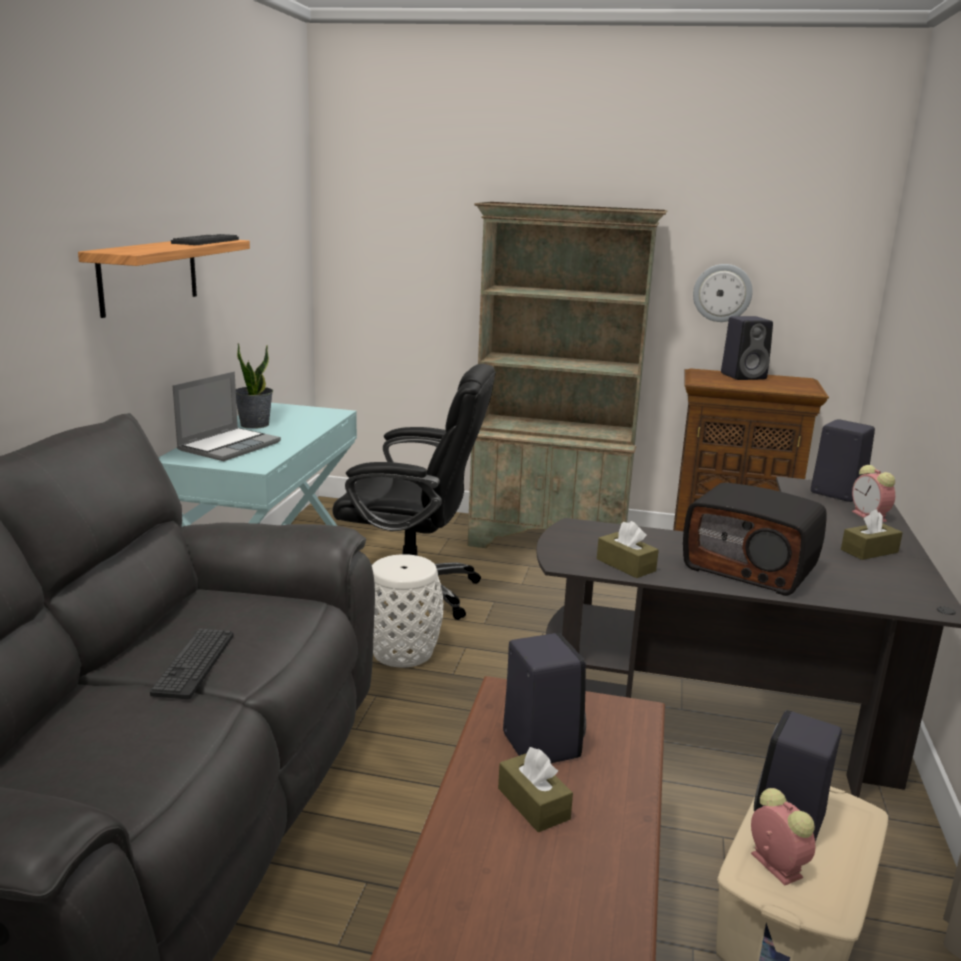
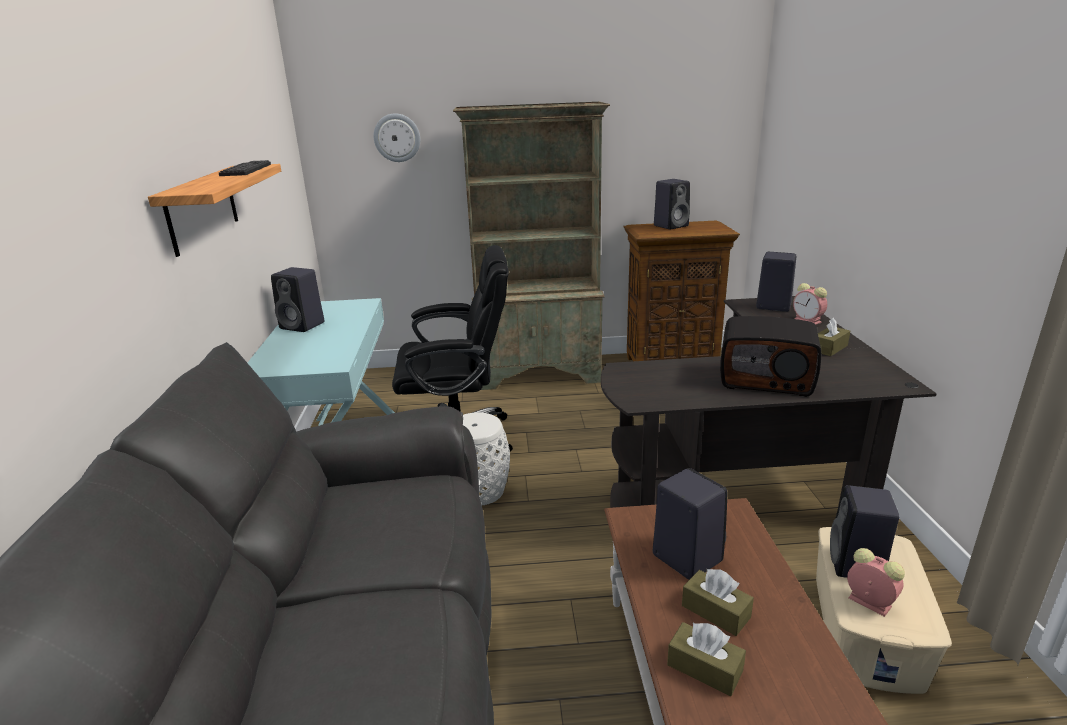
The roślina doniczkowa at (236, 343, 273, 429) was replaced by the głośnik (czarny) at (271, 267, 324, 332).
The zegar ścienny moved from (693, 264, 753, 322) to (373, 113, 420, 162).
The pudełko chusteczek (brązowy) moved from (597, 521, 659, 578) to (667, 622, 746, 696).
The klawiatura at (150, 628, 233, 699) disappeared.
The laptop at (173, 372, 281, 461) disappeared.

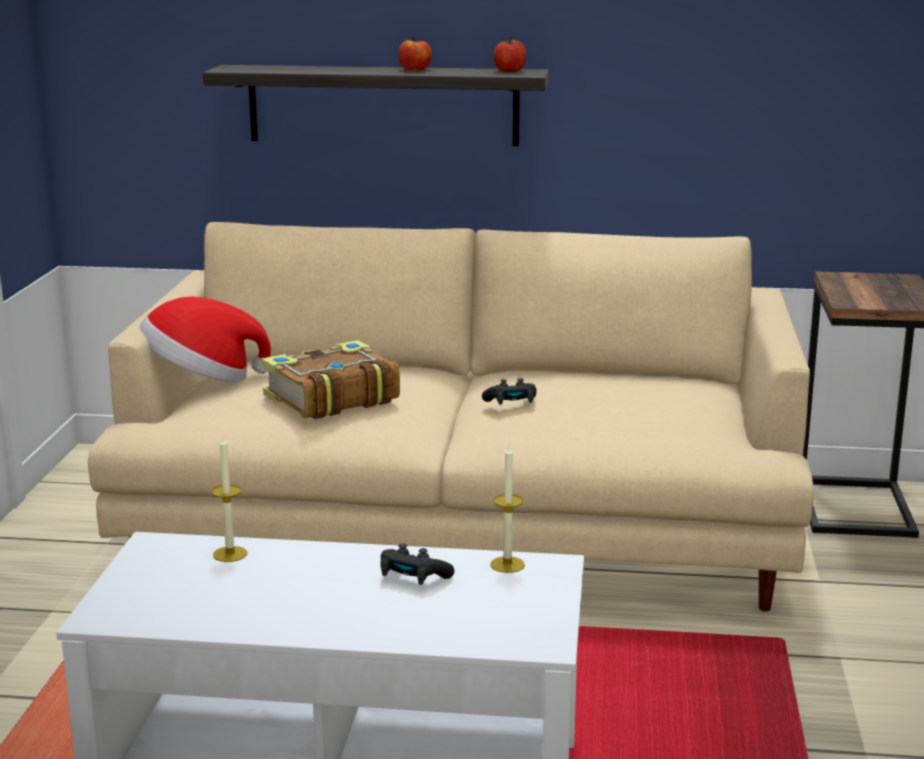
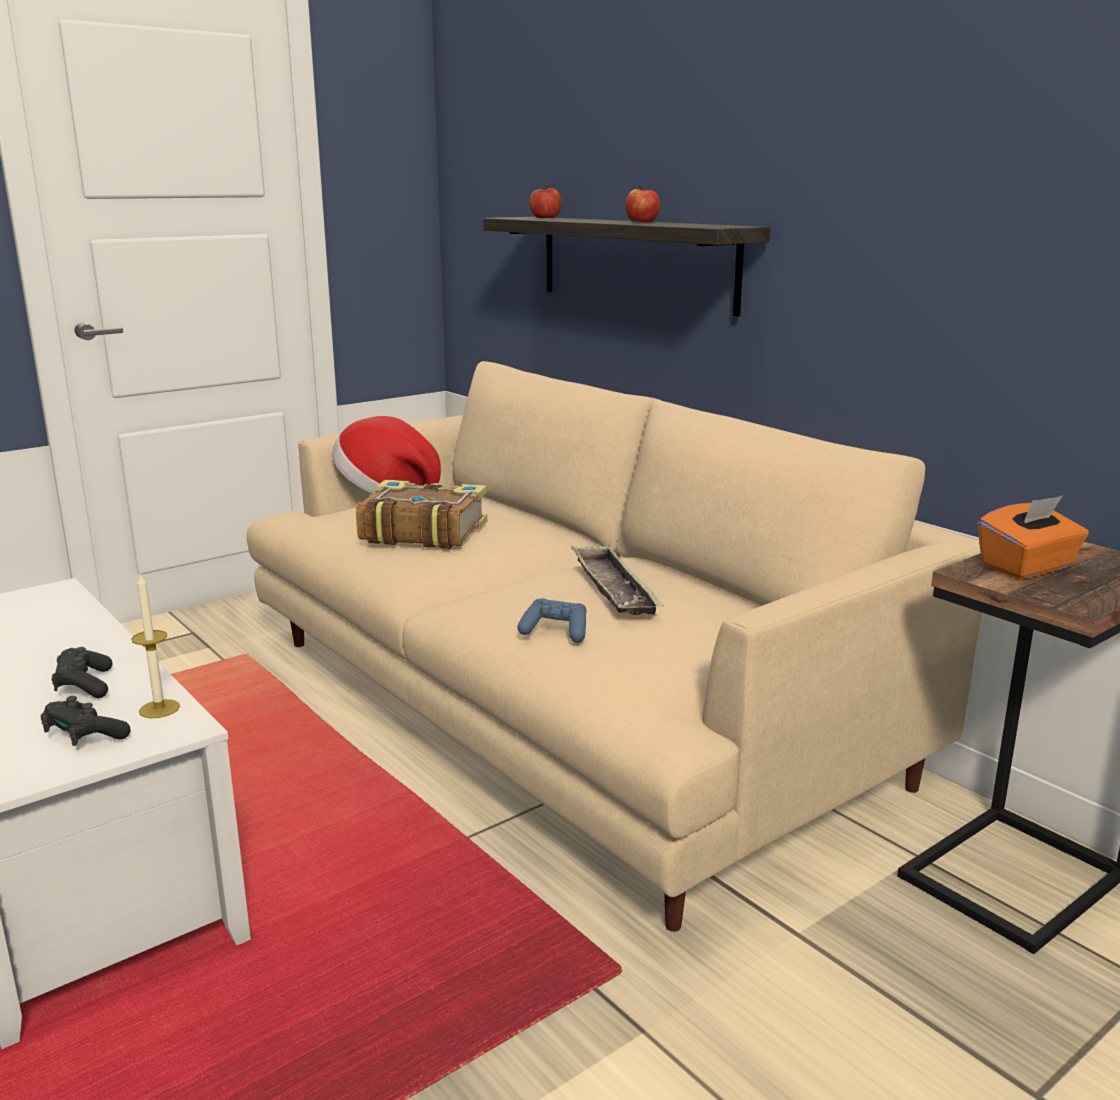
The pad do gier (czarny) moved from (482, 378, 537, 405) to (41, 696, 131, 746).
The pad do gier (niebieski) at (517, 598, 586, 643) appeared.
The jabłko moved from (493, 37, 526, 72) to (529, 185, 562, 218).
The taca at (571, 545, 664, 615) appeared.
The pudełko chusteczek (pomarańczowy) at (978, 496, 1089, 579) appeared.
The świeca at (212, 437, 247, 562) disappeared.

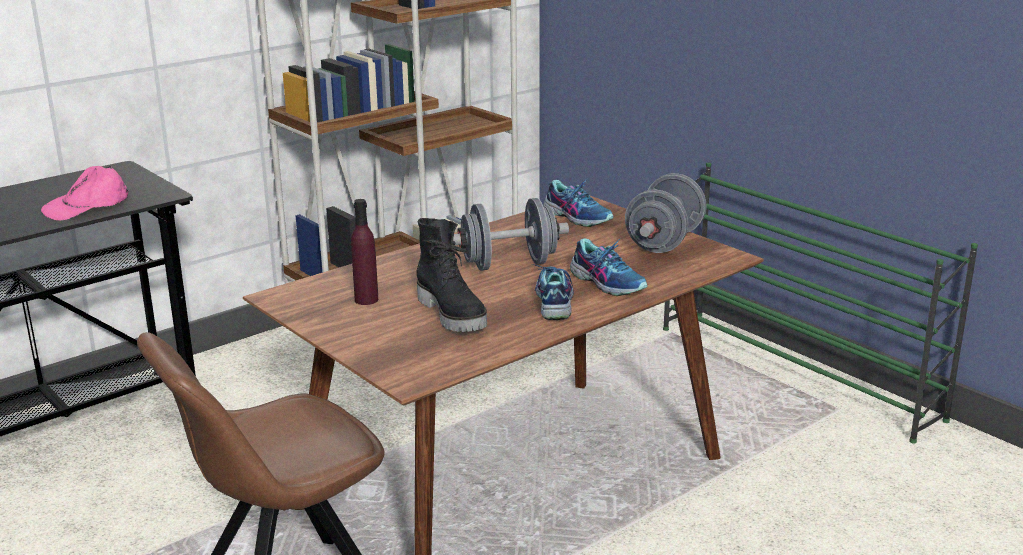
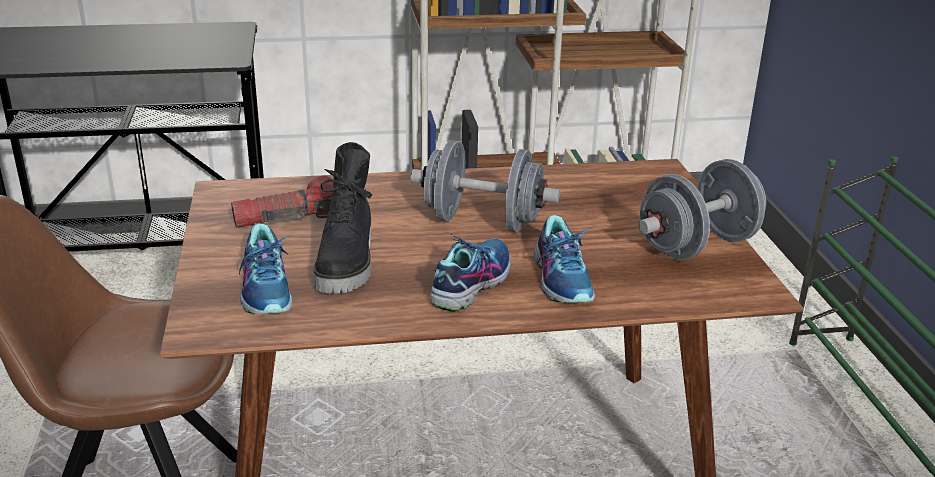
The butelka (fioletowy) at (351, 199, 378, 305) was replaced by the latarka at (231, 176, 333, 228).
The but moved from (544, 178, 613, 227) to (239, 223, 293, 314).
The czapka z daszkiem (różowy) at (41, 166, 128, 221) disappeared.

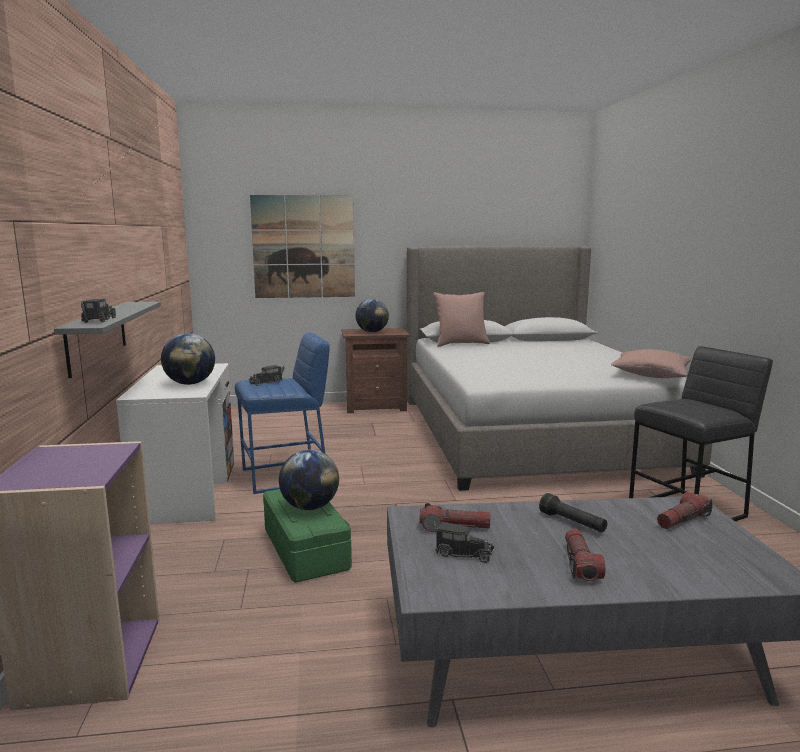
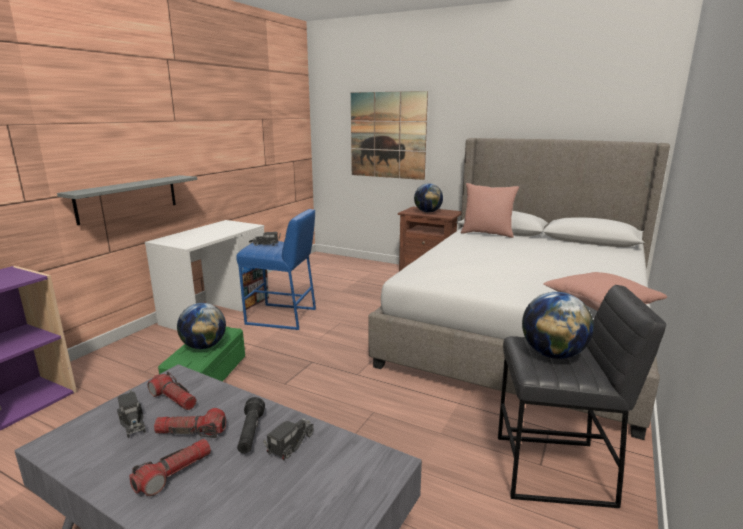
The latarka moved from (657, 492, 713, 529) to (154, 408, 226, 438).
The ciężarówka zabawkowa moved from (81, 299, 116, 323) to (263, 418, 314, 461).
The globus moved from (161, 333, 215, 385) to (522, 292, 594, 359).

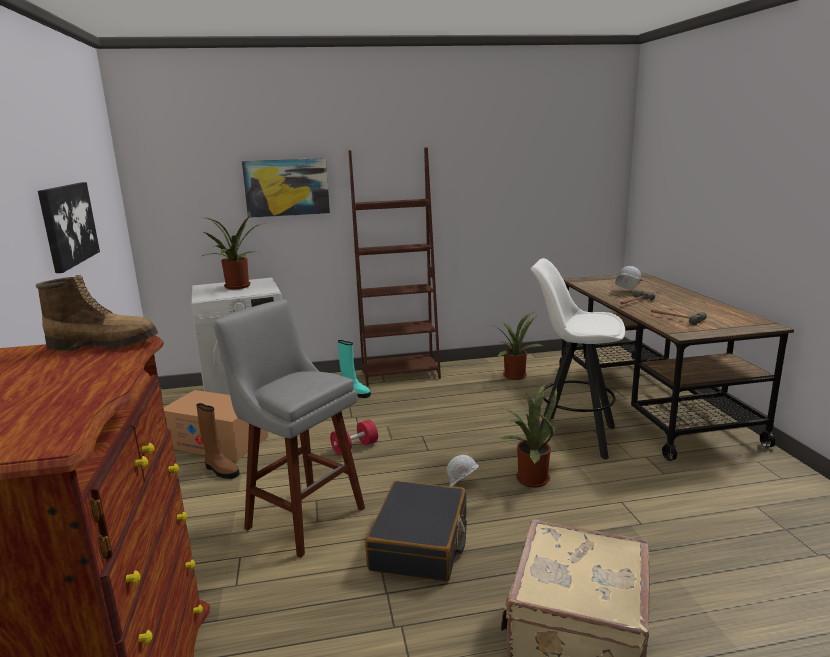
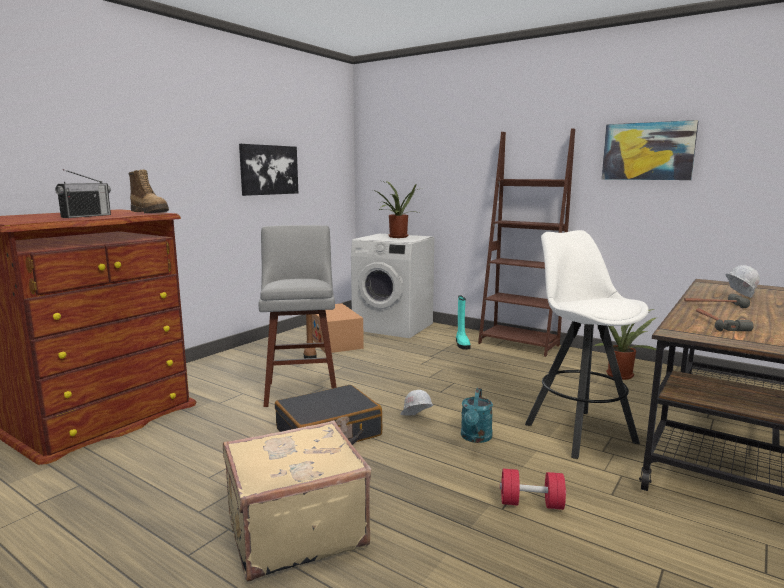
The radio at (55, 169, 111, 218) appeared.
The roślina doniczkowa at (499, 383, 557, 488) was replaced by the konewka (turkusowy) at (461, 388, 493, 443).
The hantel (czerwony) moved from (330, 419, 378, 455) to (500, 469, 566, 510).
The obraz moved from (242, 158, 330, 218) to (602, 120, 699, 180).

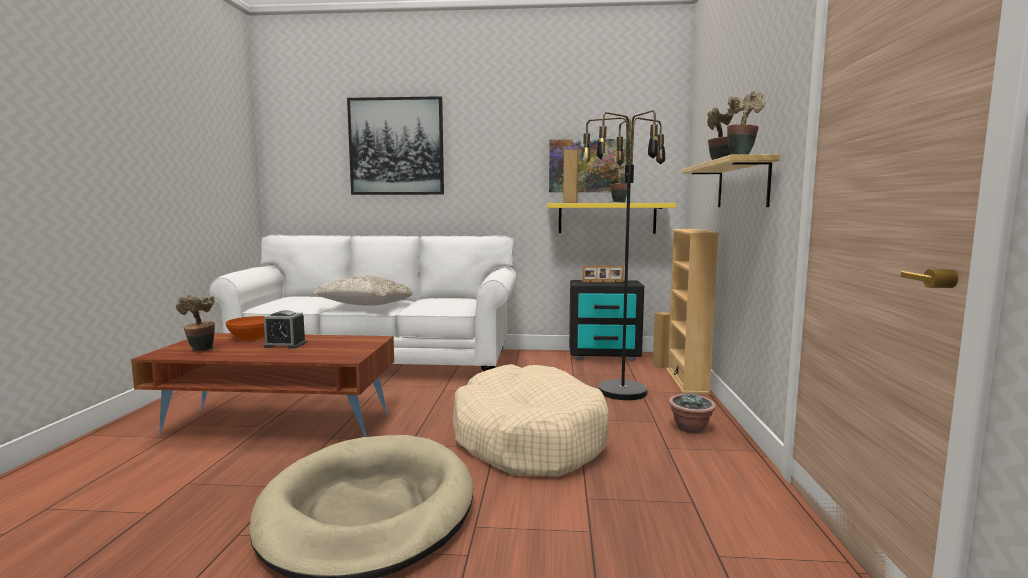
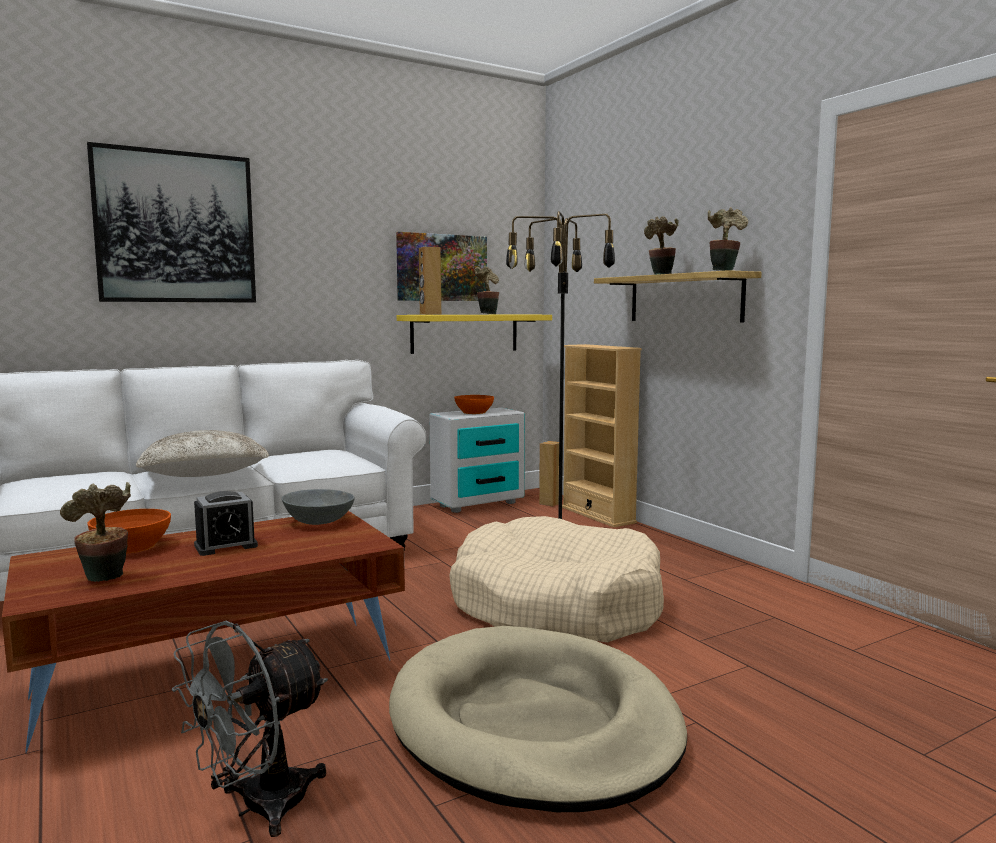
The wentylator (szary) at (172, 621, 328, 837) appeared.
The miska (szary) at (281, 489, 355, 525) appeared.
The szafka nocna (czarny) at (569, 280, 644, 361) became the szafka nocna (biały) at (429, 408, 525, 513).
The ramka na zdjęcie at (582, 266, 624, 282) was replaced by the miska (pomarańczowy) at (454, 395, 494, 414).
The roślina doniczkowa at (669, 393, 716, 433) disappeared.

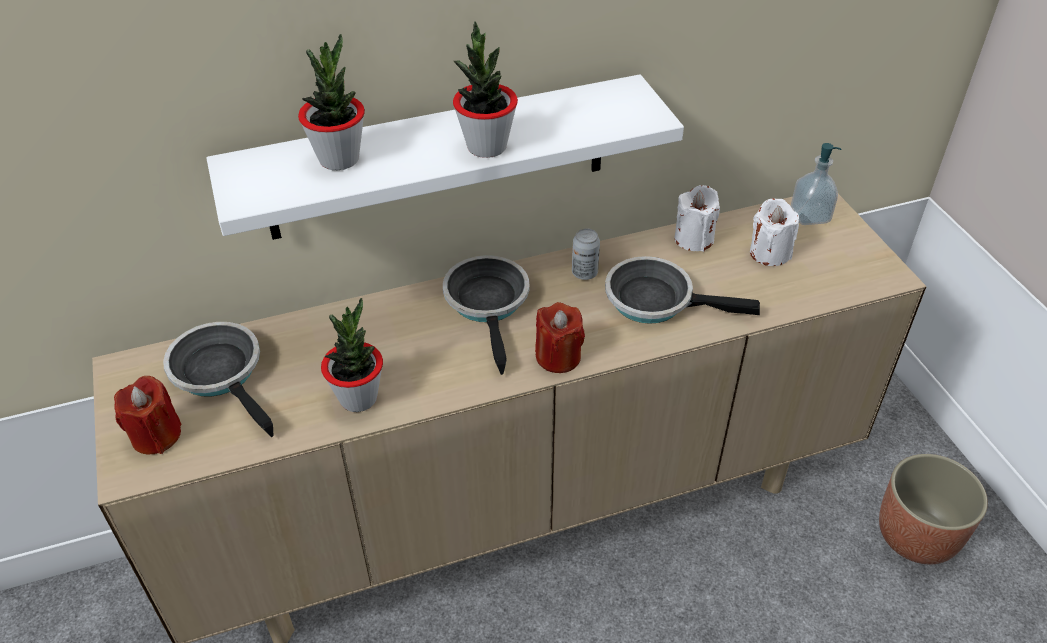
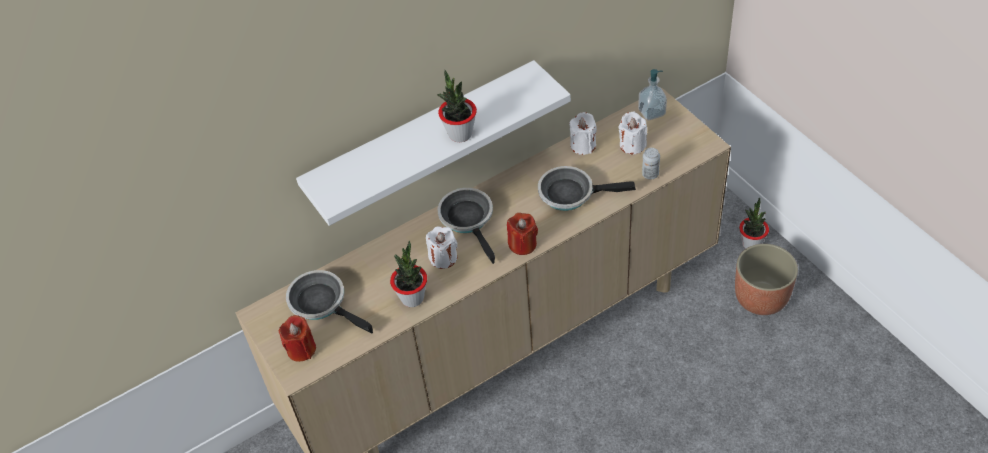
The świeca (biały) at (426, 226, 458, 269) appeared.
The puszka moved from (572, 229, 600, 280) to (642, 148, 660, 179).
The roślina doniczkowa moved from (298, 34, 365, 170) to (739, 198, 769, 249).

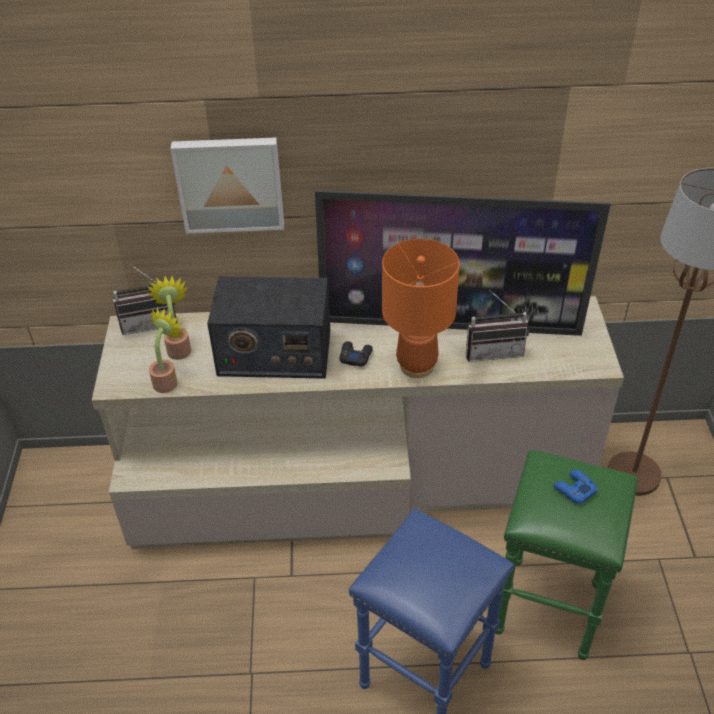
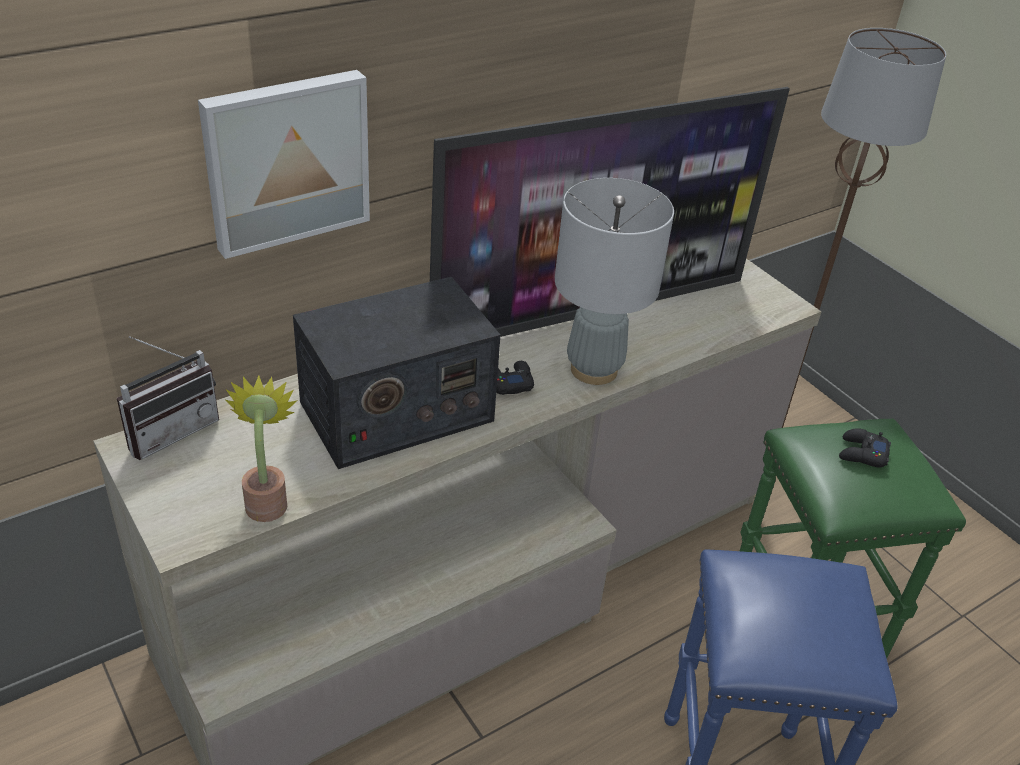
The lampa stołowa (pomarańczowy) at (382, 239, 460, 378) became the lampa stołowa (szary) at (555, 178, 674, 385).
The pad do gier (niebieski) at (554, 470, 598, 504) became the pad do gier (czarny) at (839, 428, 891, 467).
The roślina doniczkowa at (148, 276, 191, 360) disappeared.
The radio at (466, 290, 529, 362) disappeared.

